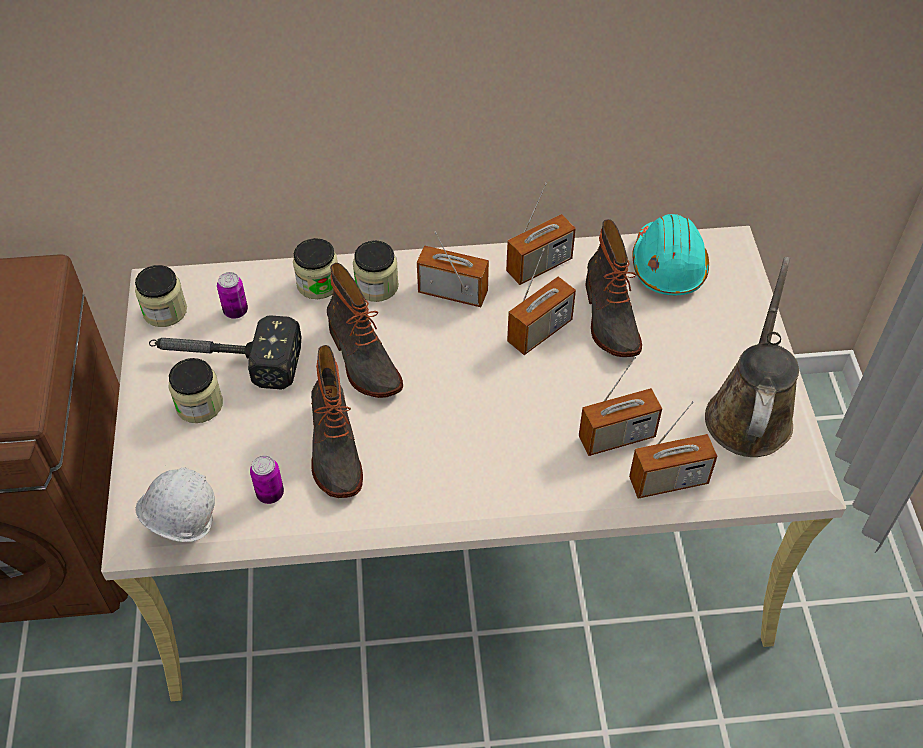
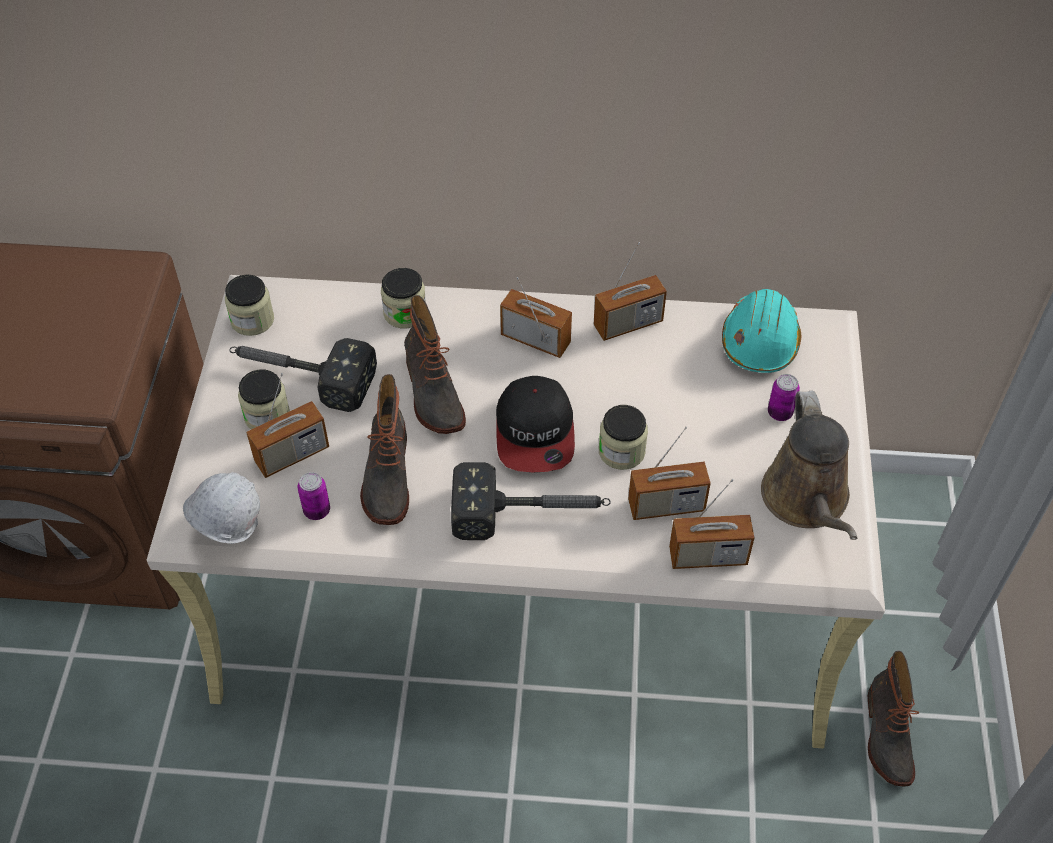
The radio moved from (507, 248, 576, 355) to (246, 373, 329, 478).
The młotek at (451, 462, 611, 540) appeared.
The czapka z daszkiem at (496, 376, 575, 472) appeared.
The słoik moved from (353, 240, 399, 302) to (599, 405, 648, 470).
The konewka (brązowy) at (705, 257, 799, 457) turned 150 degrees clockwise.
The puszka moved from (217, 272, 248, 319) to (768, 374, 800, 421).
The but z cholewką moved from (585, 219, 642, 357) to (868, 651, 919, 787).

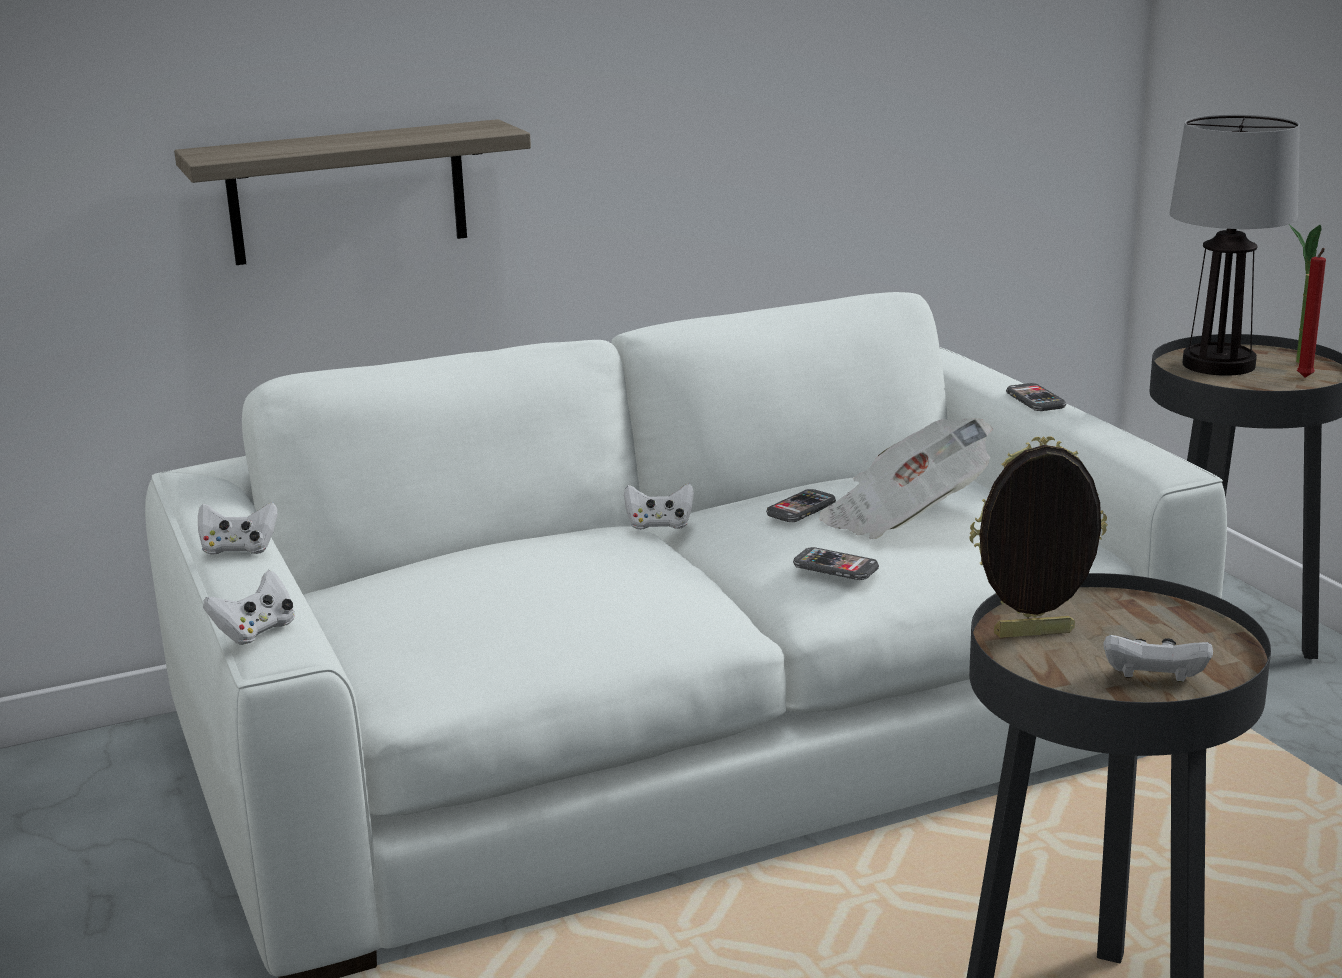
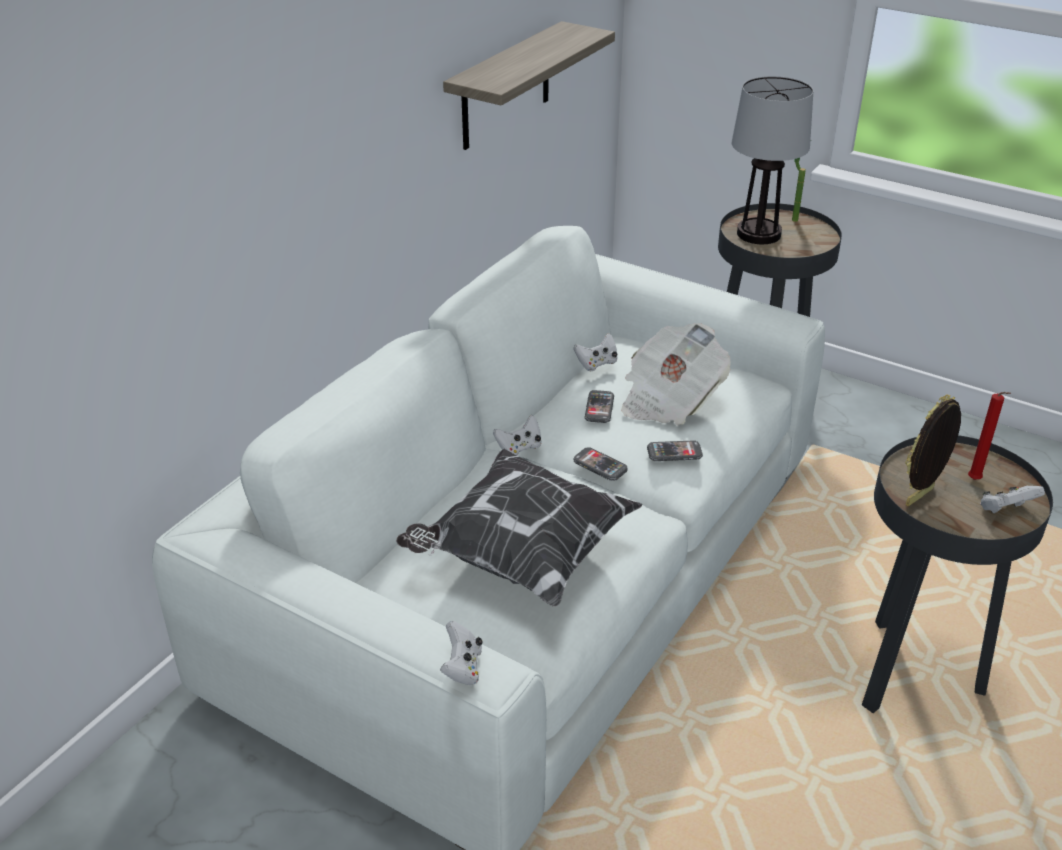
The poduszka at (396, 449, 642, 606) appeared.
The półka moved from (174, 119, 531, 265) to (443, 21, 615, 150).
The pad do gier (biały) moved from (198, 502, 277, 555) to (574, 333, 617, 371).
The telefon moved from (1006, 383, 1066, 411) to (574, 447, 628, 481).
The świeca (czerwony) moved from (1297, 248, 1326, 378) to (968, 392, 1011, 480).

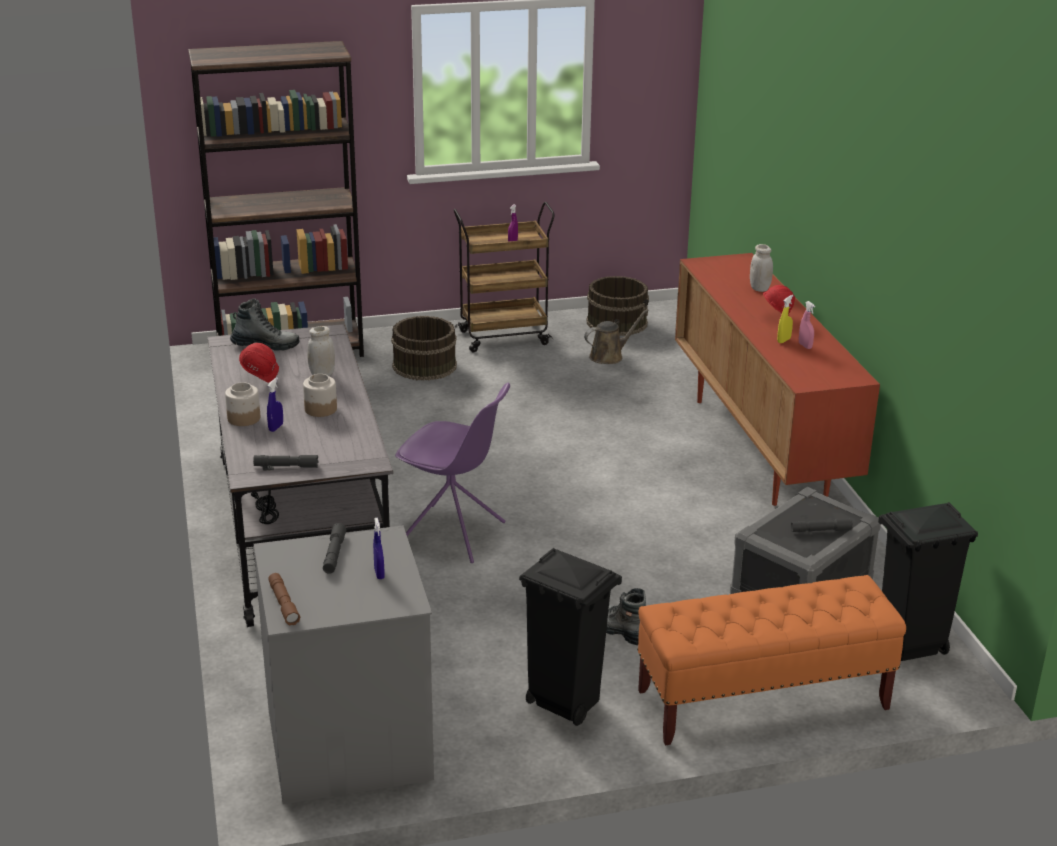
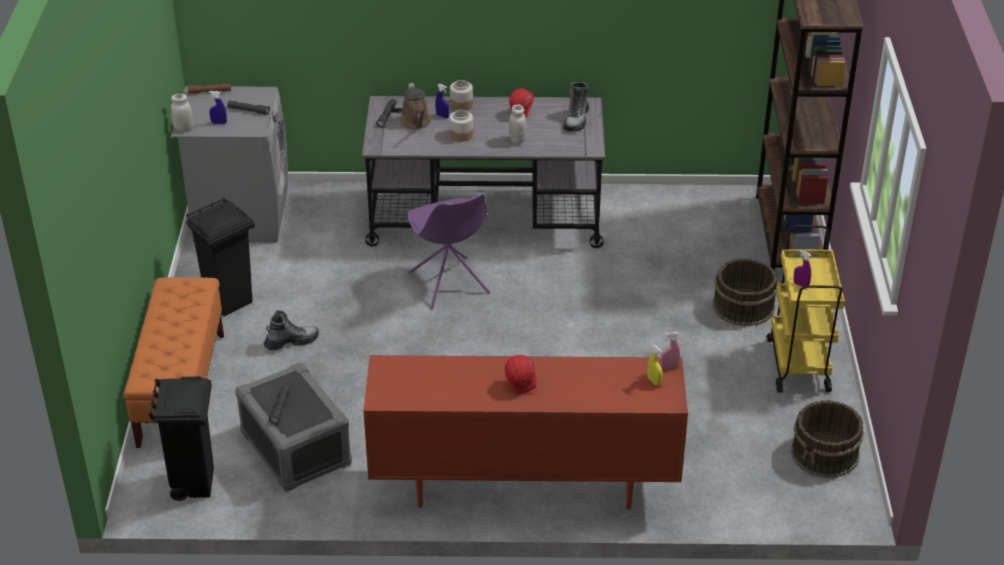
The słoik (biały) moved from (750, 244, 773, 292) to (171, 94, 193, 132).
The konewka (brązowy) moved from (584, 309, 649, 364) to (400, 83, 431, 129).
The krzesło (fioletowy) at (395, 383, 510, 563) turned 60 degrees counterclockwise.
The spryskiwacz (żółty) moved from (777, 295, 793, 343) to (647, 345, 662, 386).
The spryskiwacz (różowy) moved from (799, 301, 815, 349) to (661, 332, 681, 369).
The wózek (brązowy) at (454, 202, 554, 353) became the wózek (żółty) at (767, 225, 845, 393).

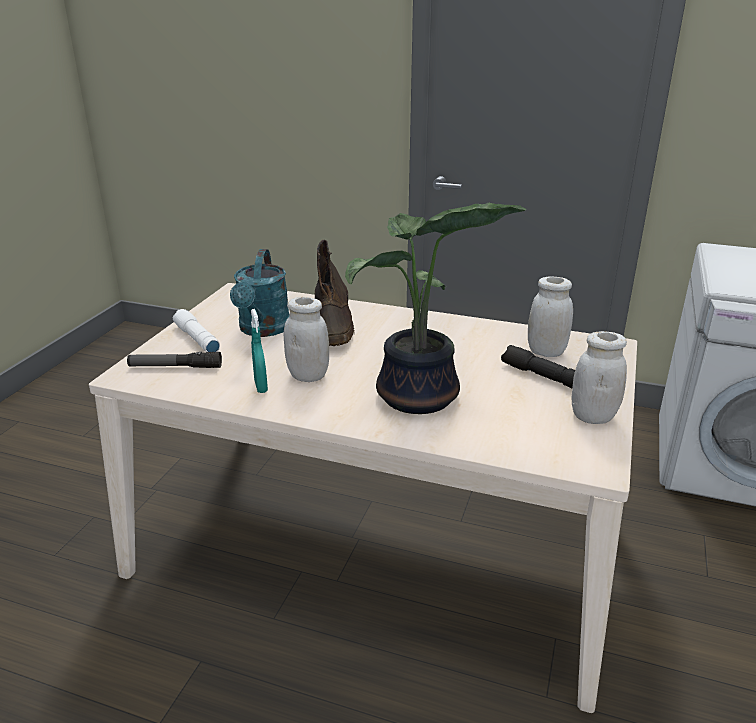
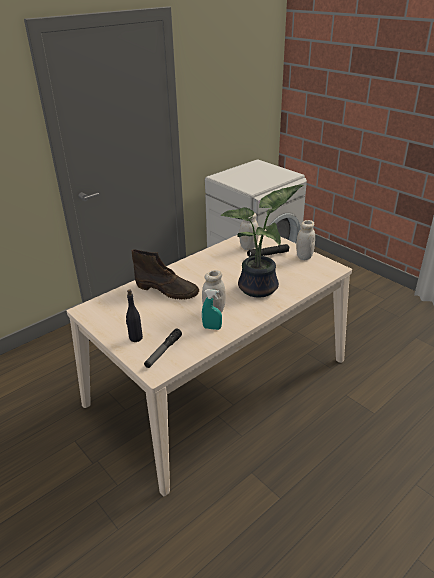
The latarka (biały) at (173, 309, 220, 352) was replaced by the butelka (czarny) at (126, 289, 143, 342).
The konewka (turkusowy) at (230, 249, 290, 337) disappeared.

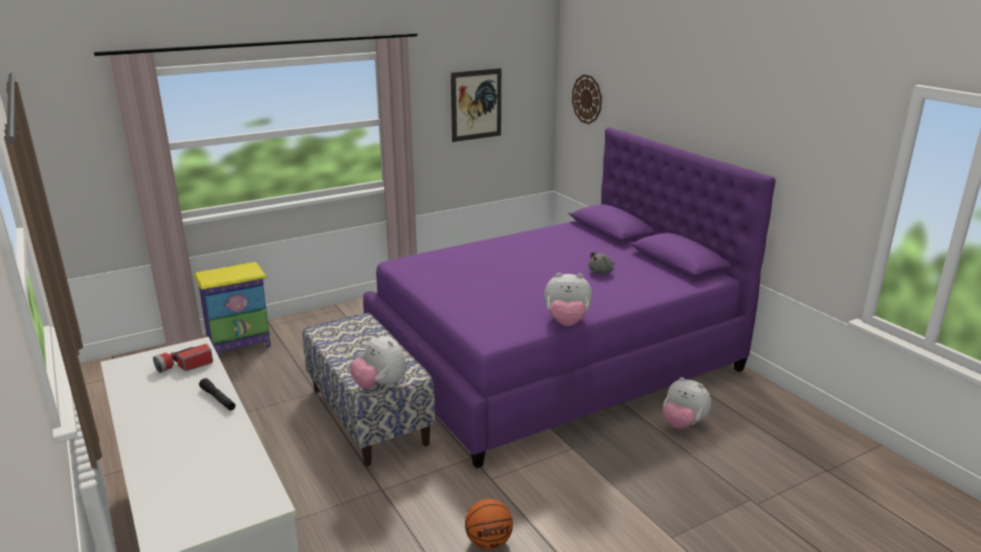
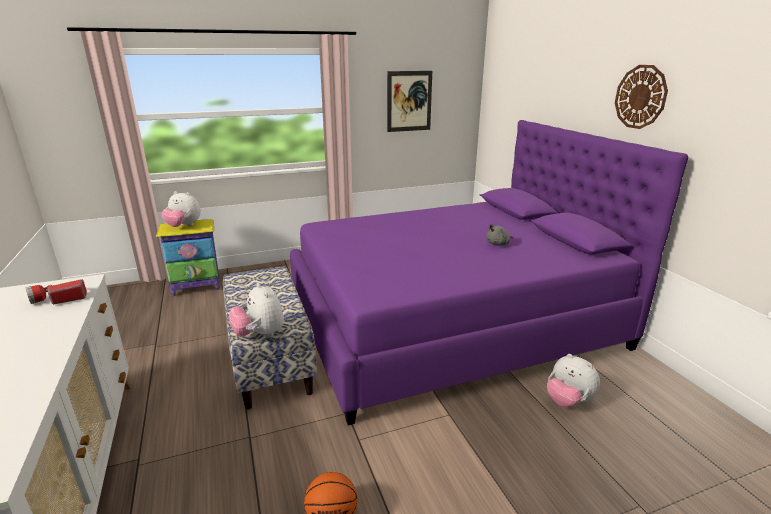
The pluszak moved from (544, 273, 592, 326) to (162, 191, 201, 227).
The zegar ścienny moved from (572, 74, 602, 124) to (615, 65, 668, 129).
The latarka (czarny) at (199, 378, 236, 411) disappeared.

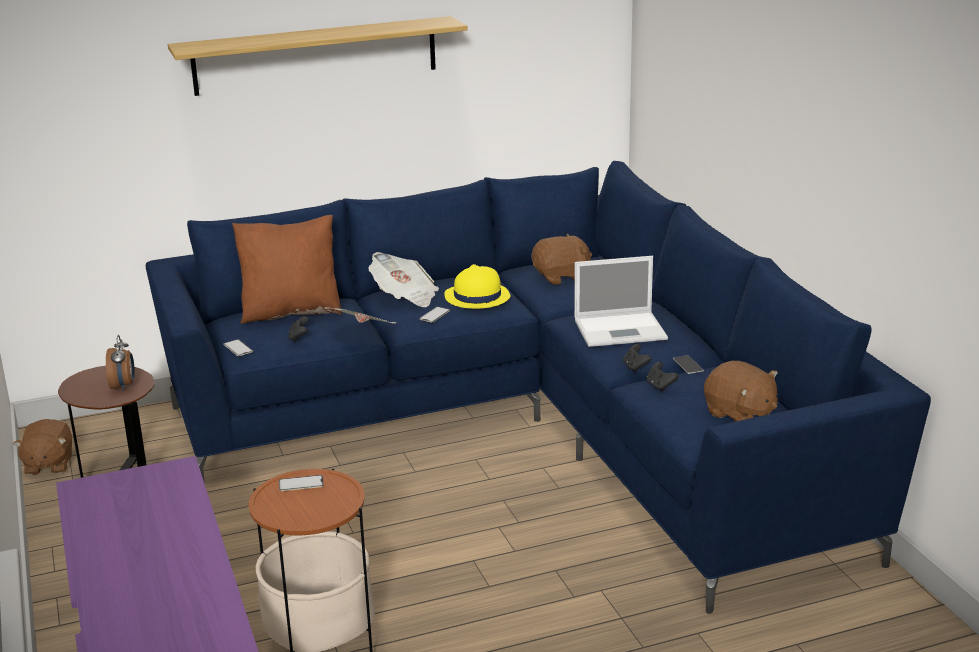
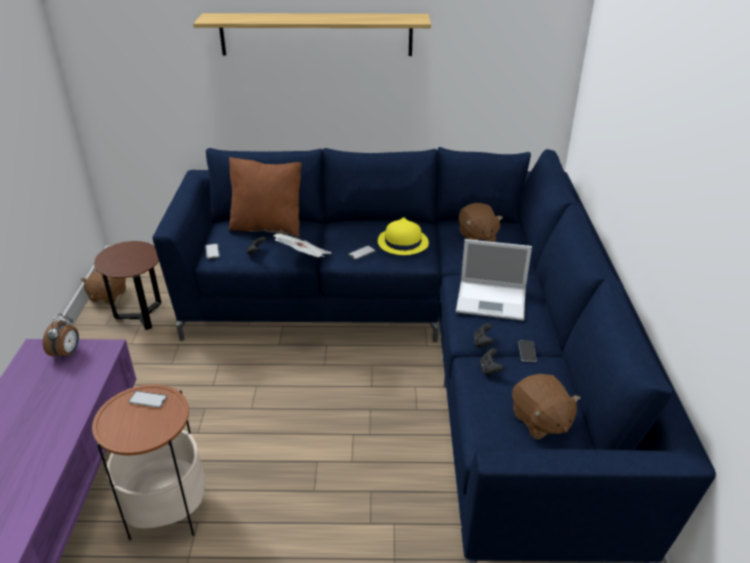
The budzik moved from (106, 335, 135, 391) to (43, 314, 79, 360).
The pluszak (brązowy) at (532, 234, 592, 285) turned 75 degrees clockwise.
The gazeta at (368, 252, 439, 307) disappeared.

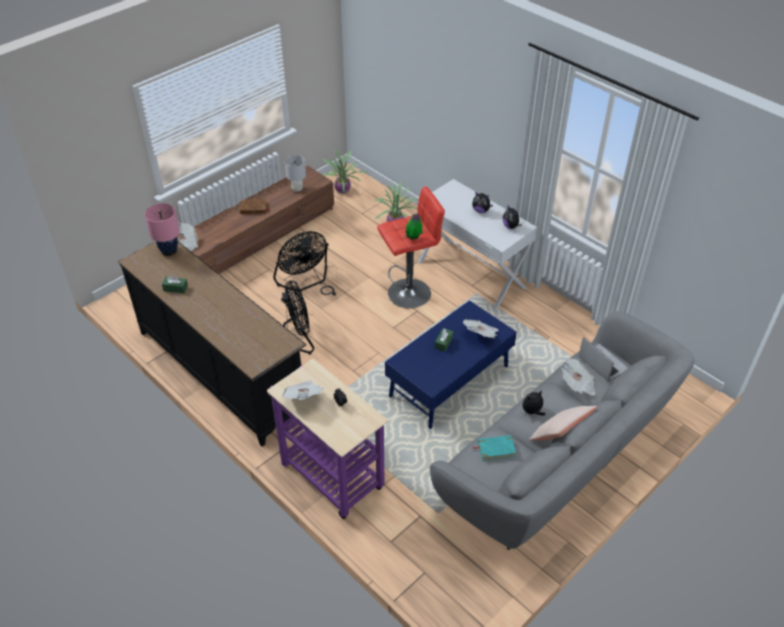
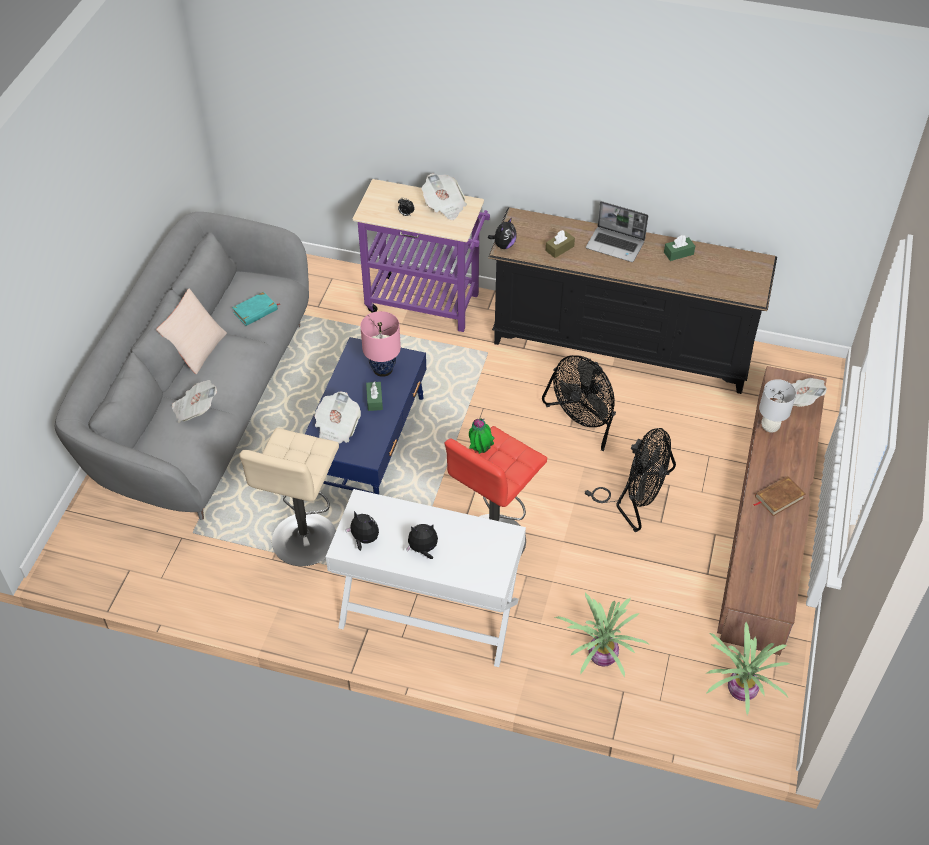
The stołek (beżowy) at (239, 428, 339, 566) appeared.
The lampa stołowa (różowy) moved from (145, 203, 180, 256) to (360, 311, 401, 377).
The pluszak moved from (523, 391, 545, 416) to (488, 217, 517, 249).
The pudełko chusteczek (brązowy) at (546, 230, 575, 258) appeared.
The laptop moved from (579, 337, 628, 382) to (586, 201, 648, 262).
The lampa stołowa (szary) moved from (285, 155, 306, 192) to (759, 379, 796, 433).

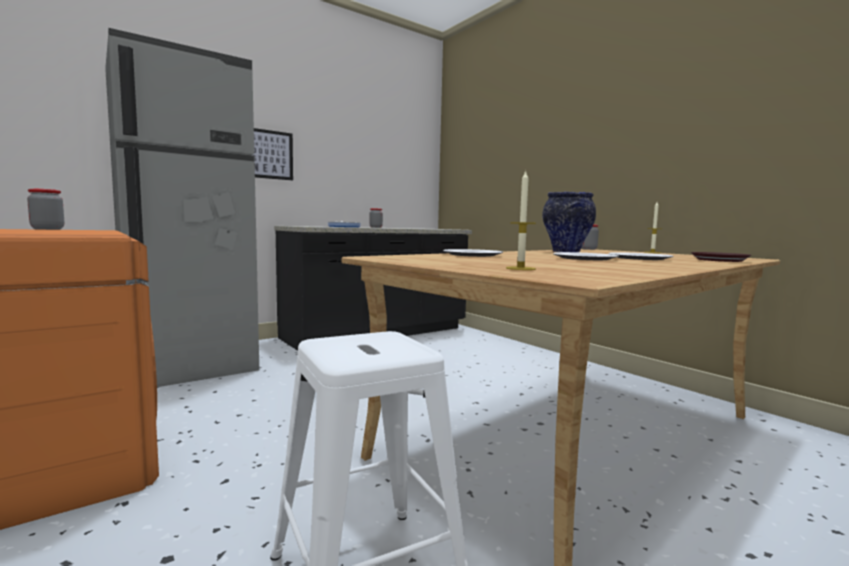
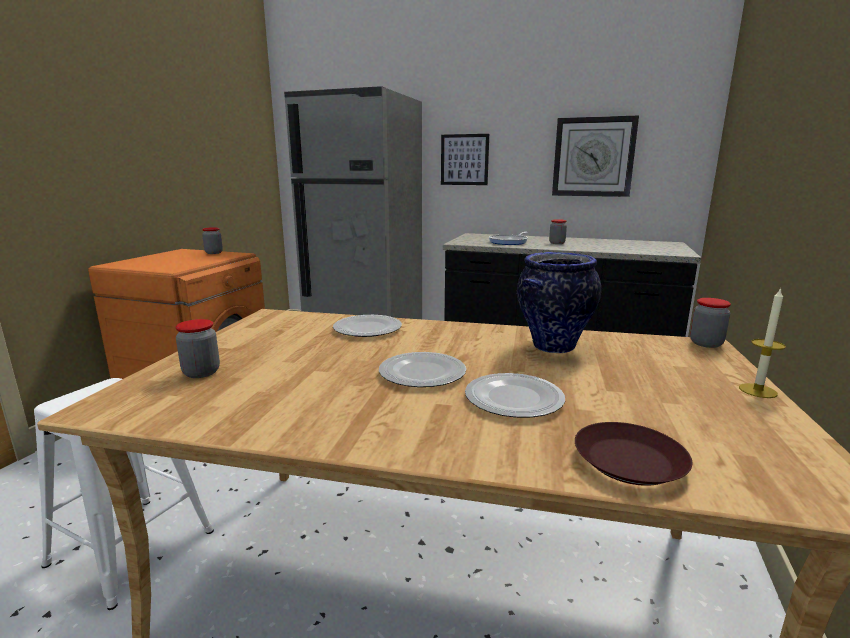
The świeca at (506, 170, 536, 270) was replaced by the słoik at (175, 319, 220, 378).
The zegar ścienny at (552, 115, 639, 197) appeared.

